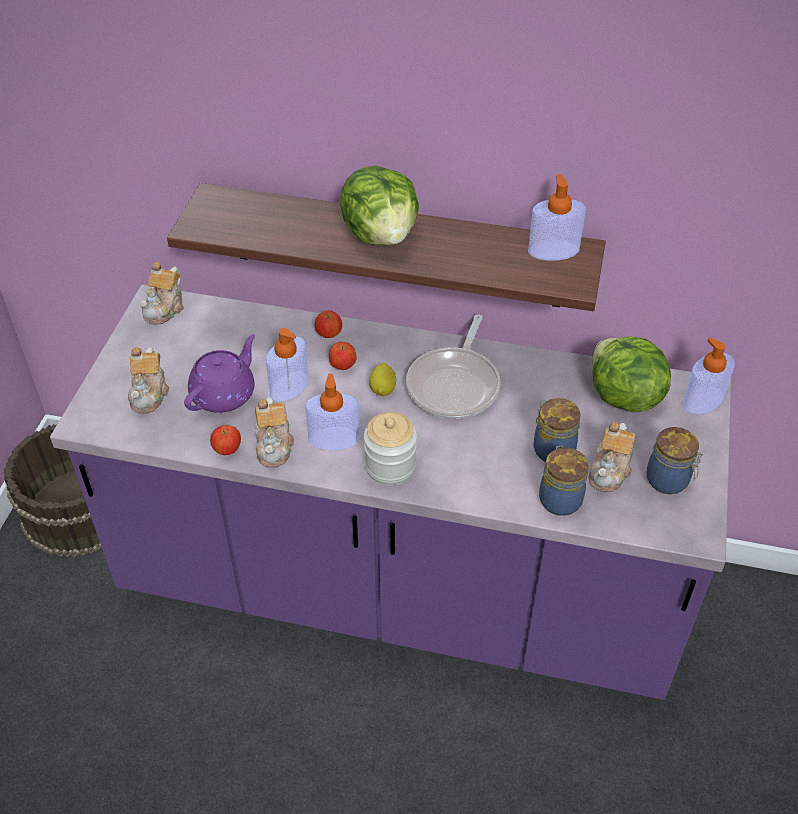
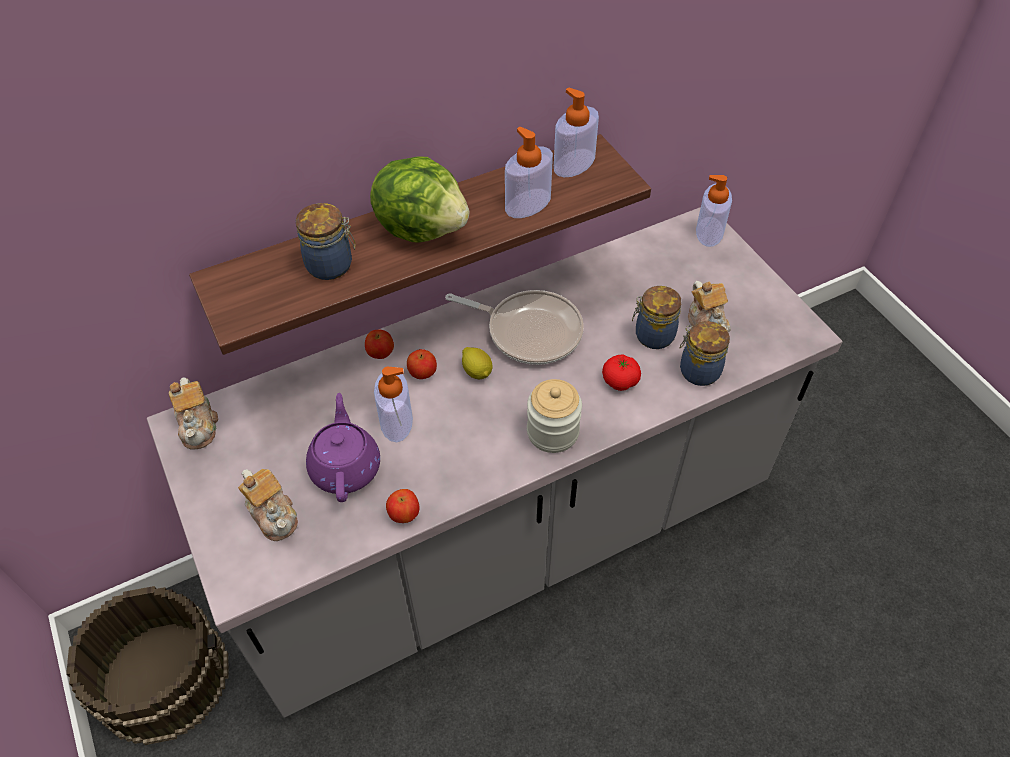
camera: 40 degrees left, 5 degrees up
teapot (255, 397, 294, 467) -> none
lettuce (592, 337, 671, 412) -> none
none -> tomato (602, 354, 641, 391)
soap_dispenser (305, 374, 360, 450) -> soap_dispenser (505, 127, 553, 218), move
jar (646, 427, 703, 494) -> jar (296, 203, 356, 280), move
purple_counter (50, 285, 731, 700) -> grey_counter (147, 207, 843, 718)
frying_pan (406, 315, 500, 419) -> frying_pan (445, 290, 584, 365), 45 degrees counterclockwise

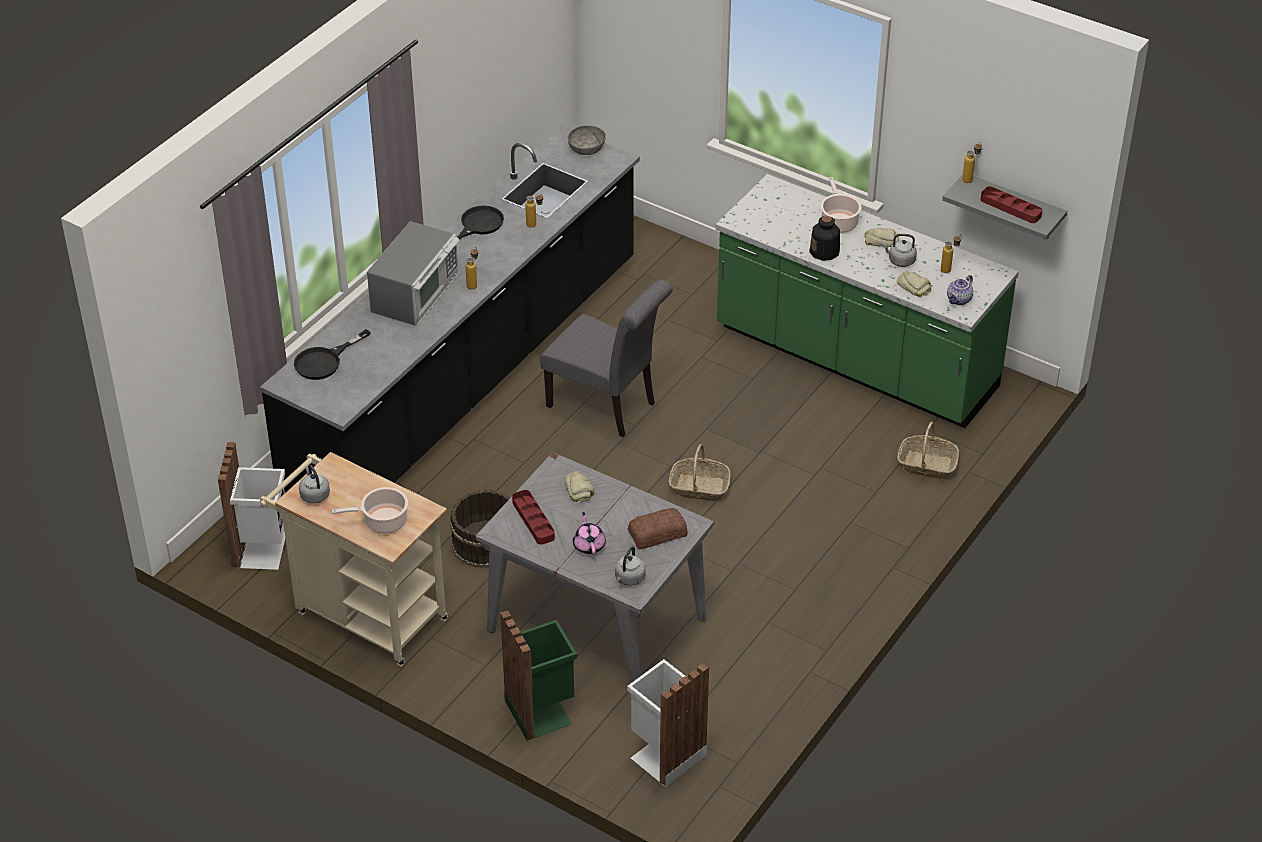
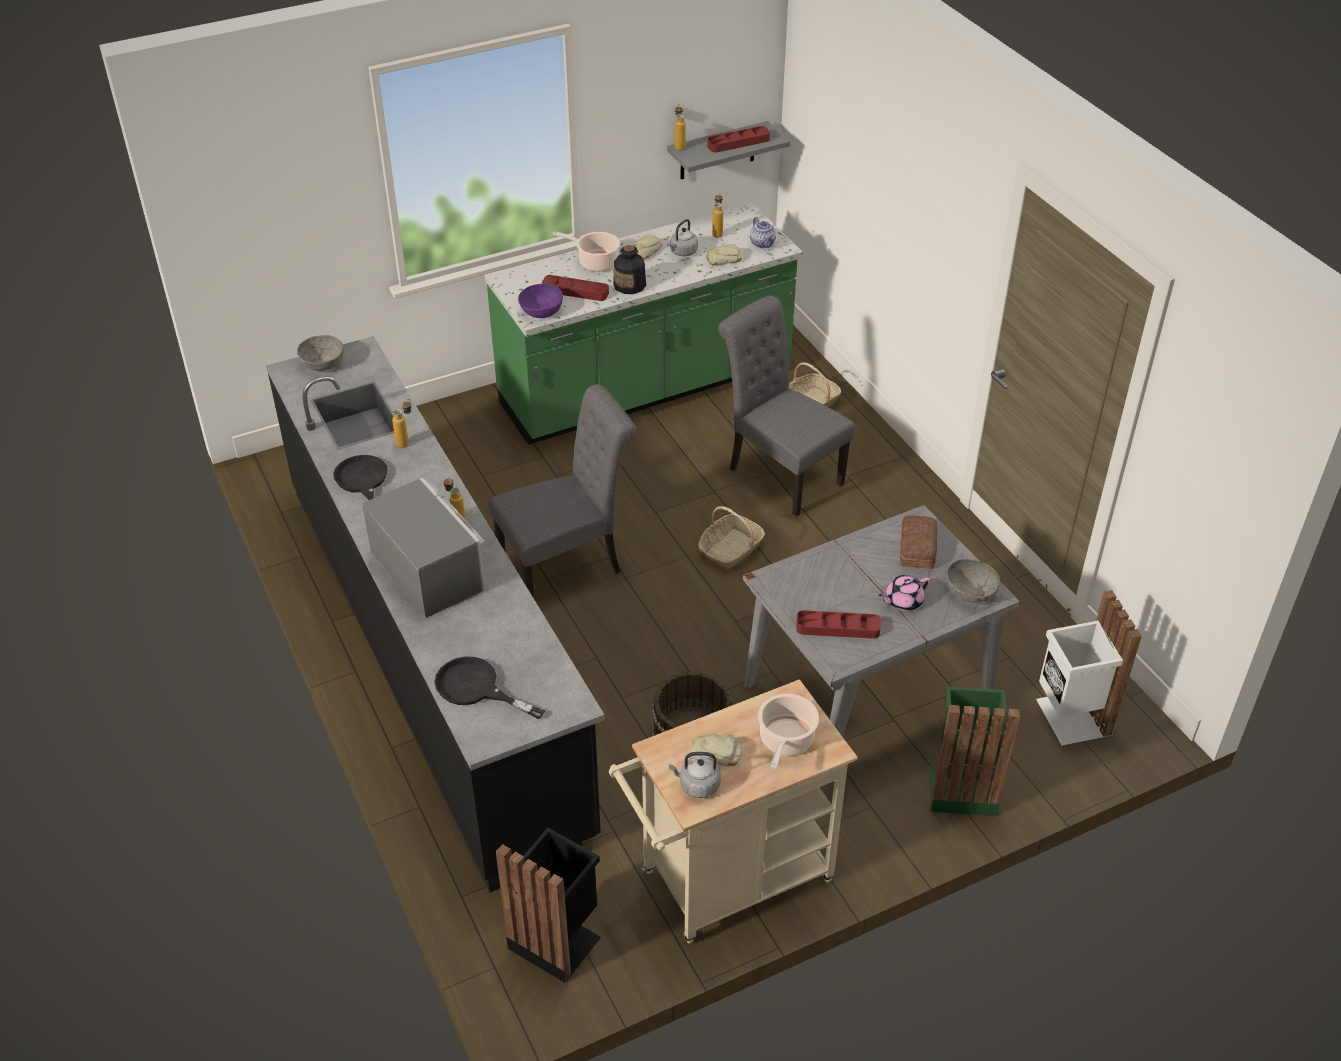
camera: 60 degrees left, 0 degrees up
none -> purple_bowl (518, 284, 563, 318)
none -> red_tray (542, 275, 609, 301)
none -> grey_chair (718, 295, 855, 517)
bread (564, 471, 594, 502) -> bread (691, 734, 743, 766), move
grey_kettle (615, 546, 646, 586) -> grey_bowl (947, 559, 1000, 603)
white_trash_can (218, 442, 285, 570) -> black_trash_can (496, 828, 601, 983)
black_frying_pan (294, 329, 371, 380) -> black_frying_pan (434, 657, 545, 719), 135 degrees clockwise
pink_teapot (573, 512, 606, 555) -> pink_teapot (879, 575, 930, 611), 45 degrees counterclockwise

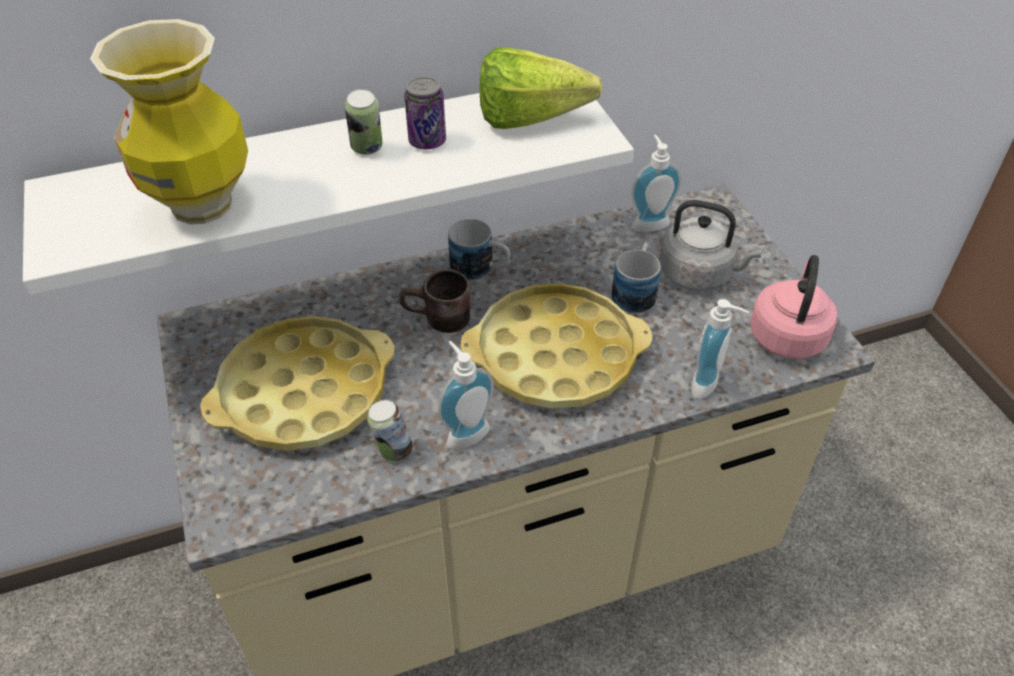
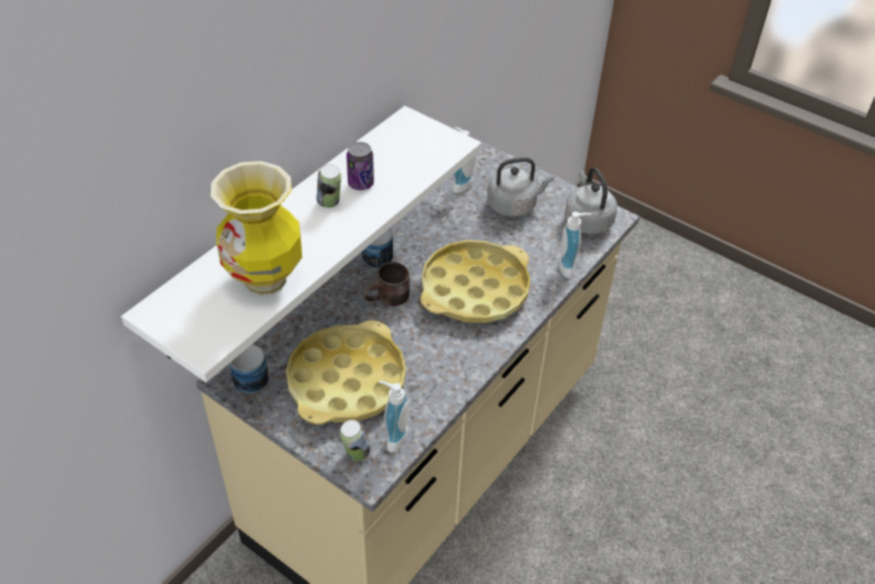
camera: 35 degrees left, 0 degrees up
lettuce (480, 47, 602, 129) -> none
can (367, 400, 413, 462) -> can (340, 420, 370, 461), move
soap_dispenser (438, 341, 494, 450) -> soap_dispenser (379, 381, 409, 452), move
mug (612, 243, 661, 313) -> mug (230, 345, 269, 394), move
pink_kettle (750, 255, 837, 359) -> grey_kettle (564, 167, 617, 234)

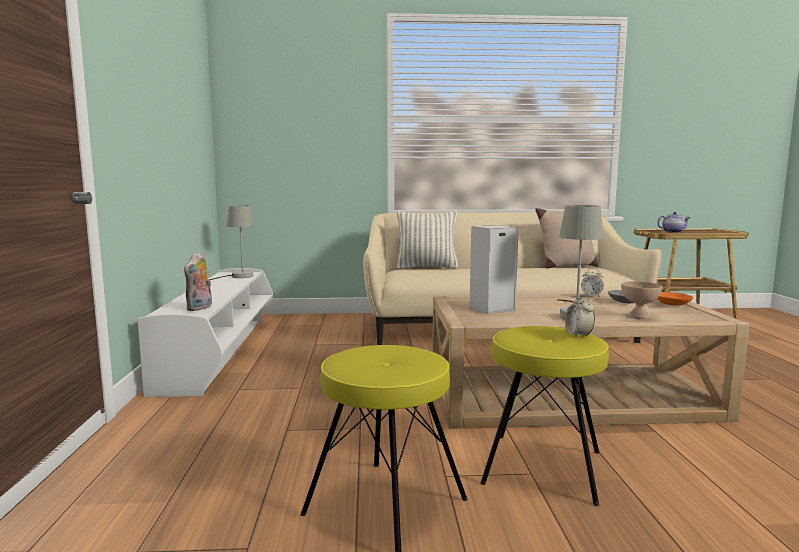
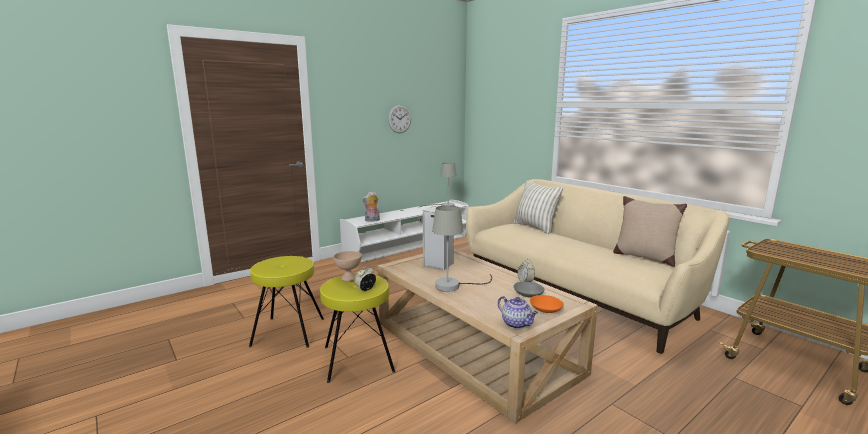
camera: 55 degrees right, 5 degrees up
none -> wall_clock (388, 105, 411, 133)
beige_bowl (621, 281, 662, 319) -> beige_bowl (333, 251, 362, 281), move
teapot (657, 212, 690, 233) -> teapot (498, 296, 538, 329), move

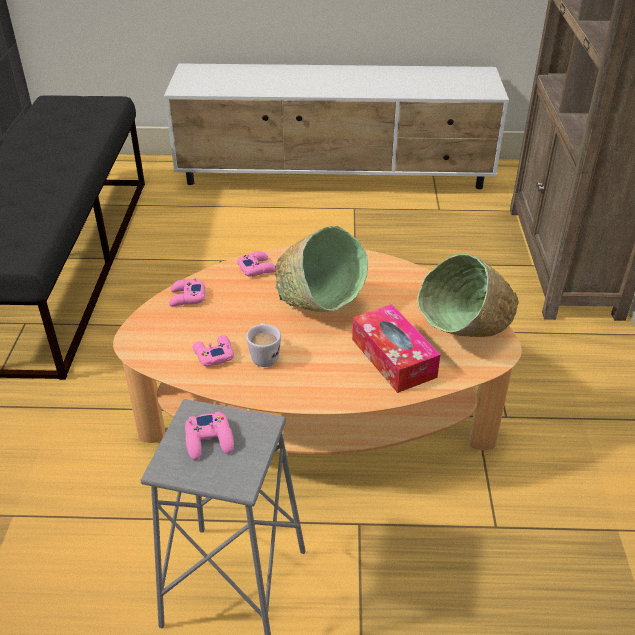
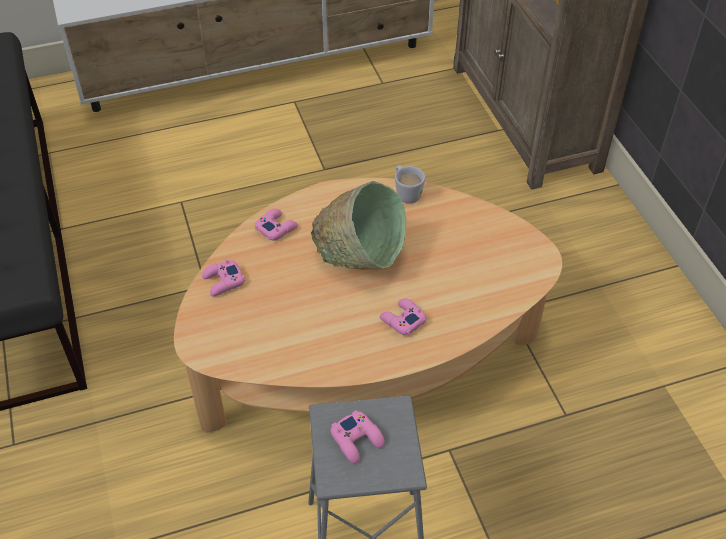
camera: 20 degrees left, 10 degrees up
tissue_box (352, 304, 440, 393) -> none
green_bowl (417, 253, 519, 337) -> none
pink_game_controller (193, 335, 234, 367) -> pink_game_controller (380, 298, 426, 335), move
white_mug (246, 323, 281, 367) -> white_mug (395, 165, 425, 204), move

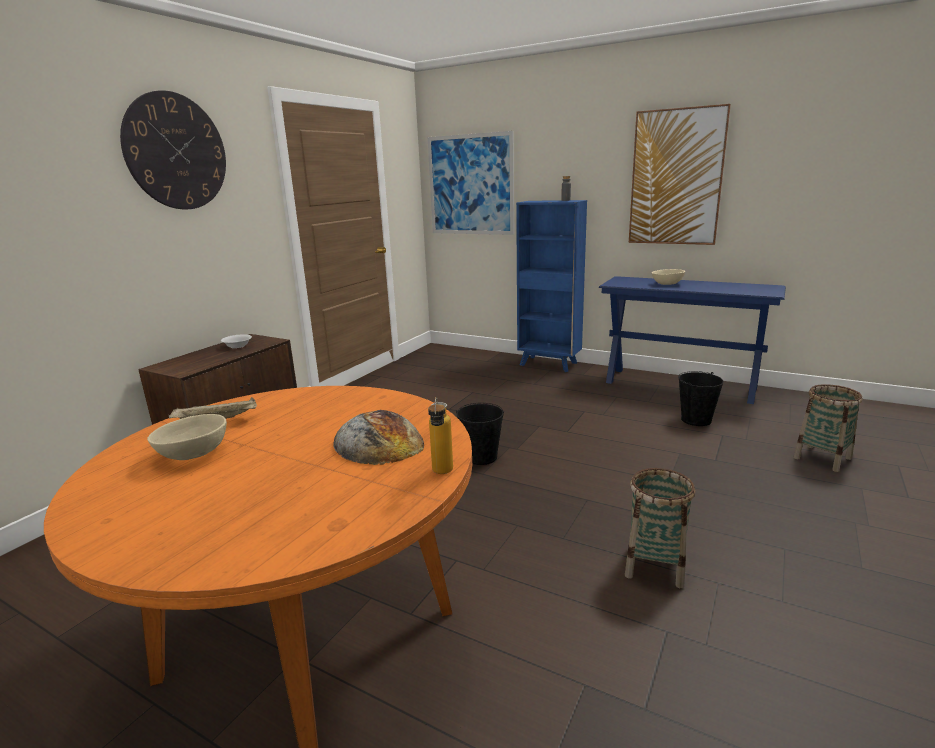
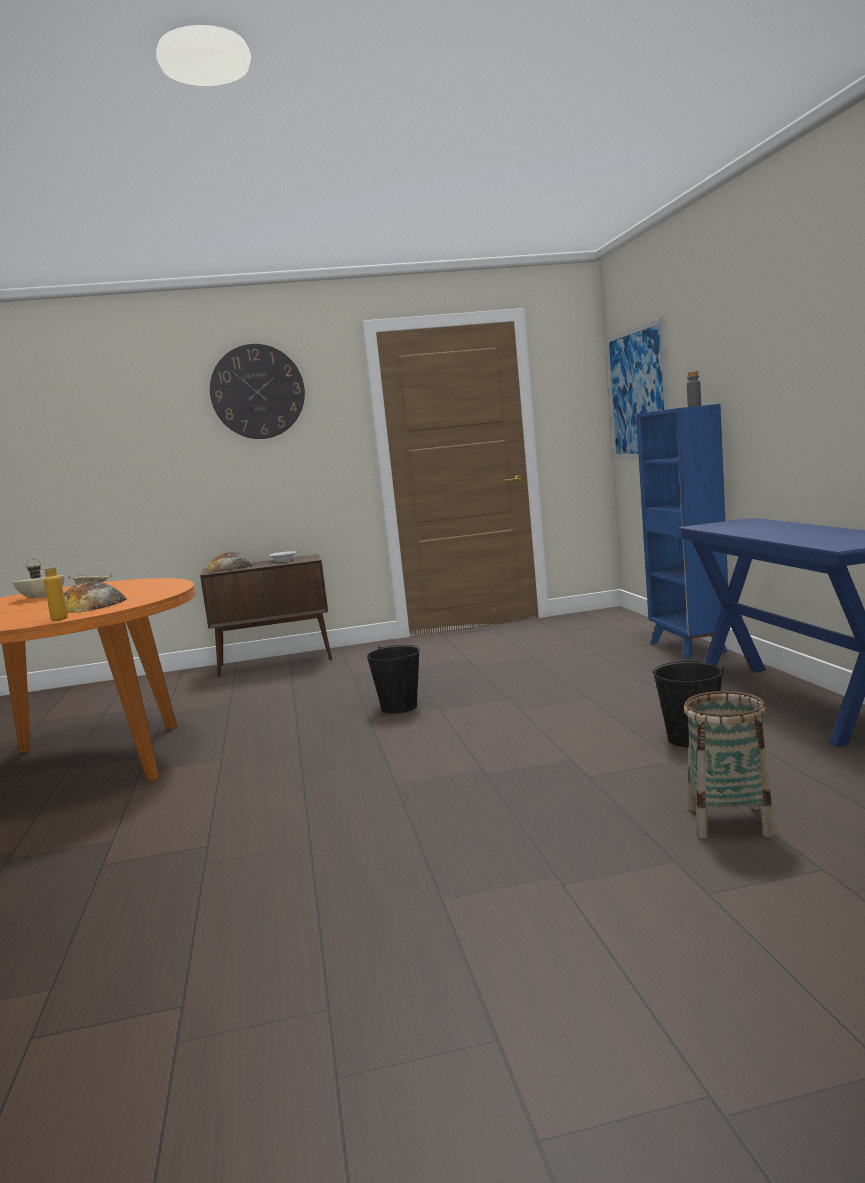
camera: 50 degrees right, 10 degrees down
basket (625, 468, 695, 588) -> none
picture (629, 104, 731, 245) -> none
beige_bowl (652, 269, 685, 285) -> none
none -> bread (206, 552, 256, 572)

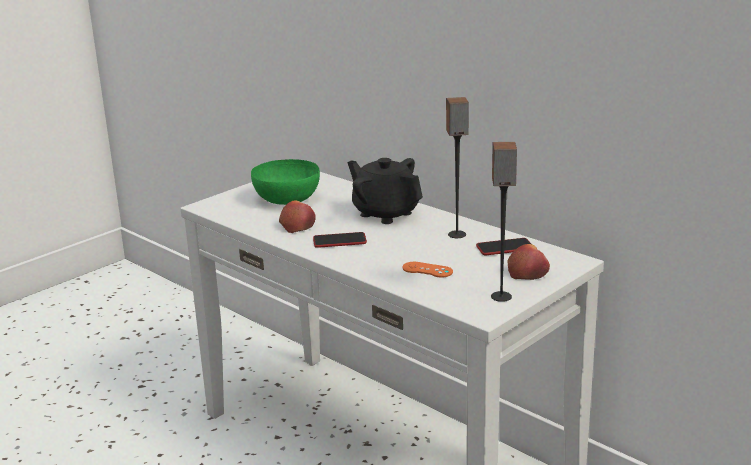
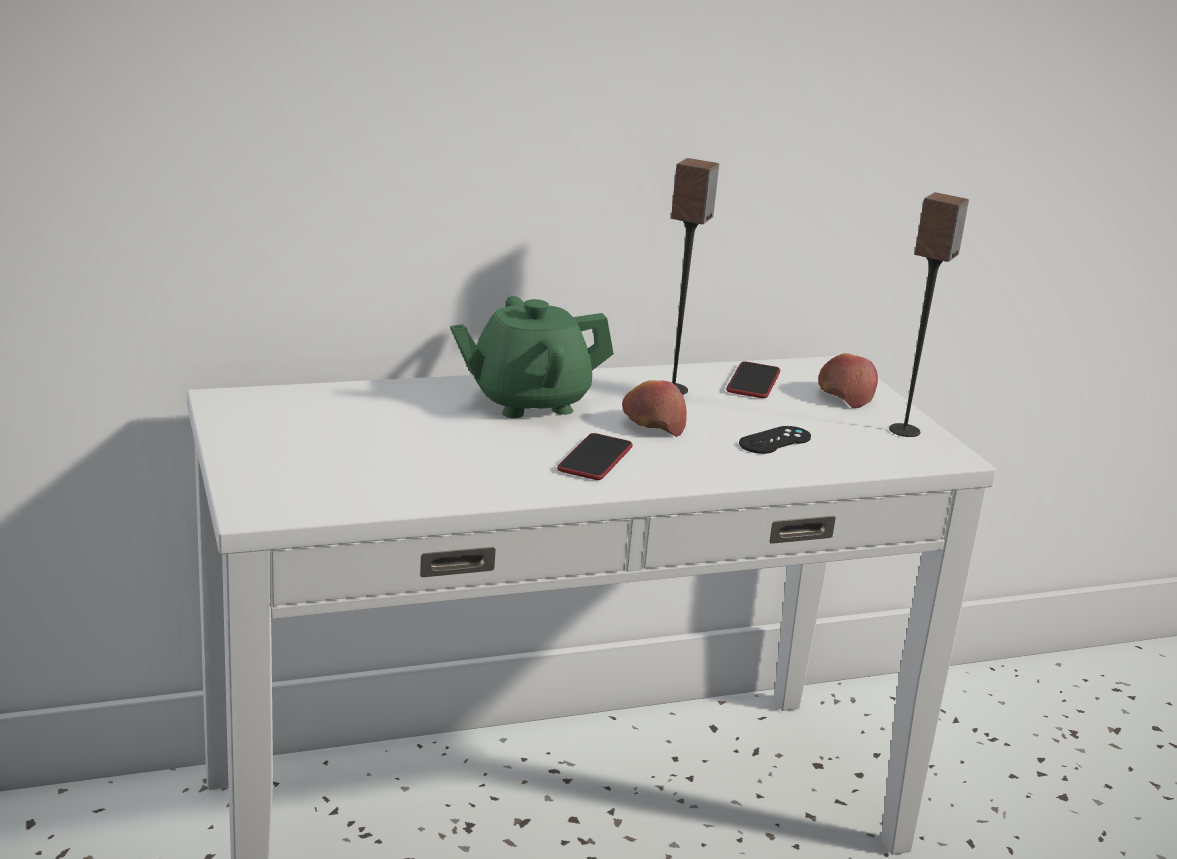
camera: 65 degrees left, 0 degrees up
green_bowl (251, 159, 320, 205) -> none
apple (279, 200, 316, 233) -> apple (622, 380, 687, 437), move
black_teapot (348, 158, 423, 224) -> green_teapot (450, 296, 614, 418)
orange_game_controller (402, 262, 453, 277) -> black_game_controller (739, 426, 811, 454)

